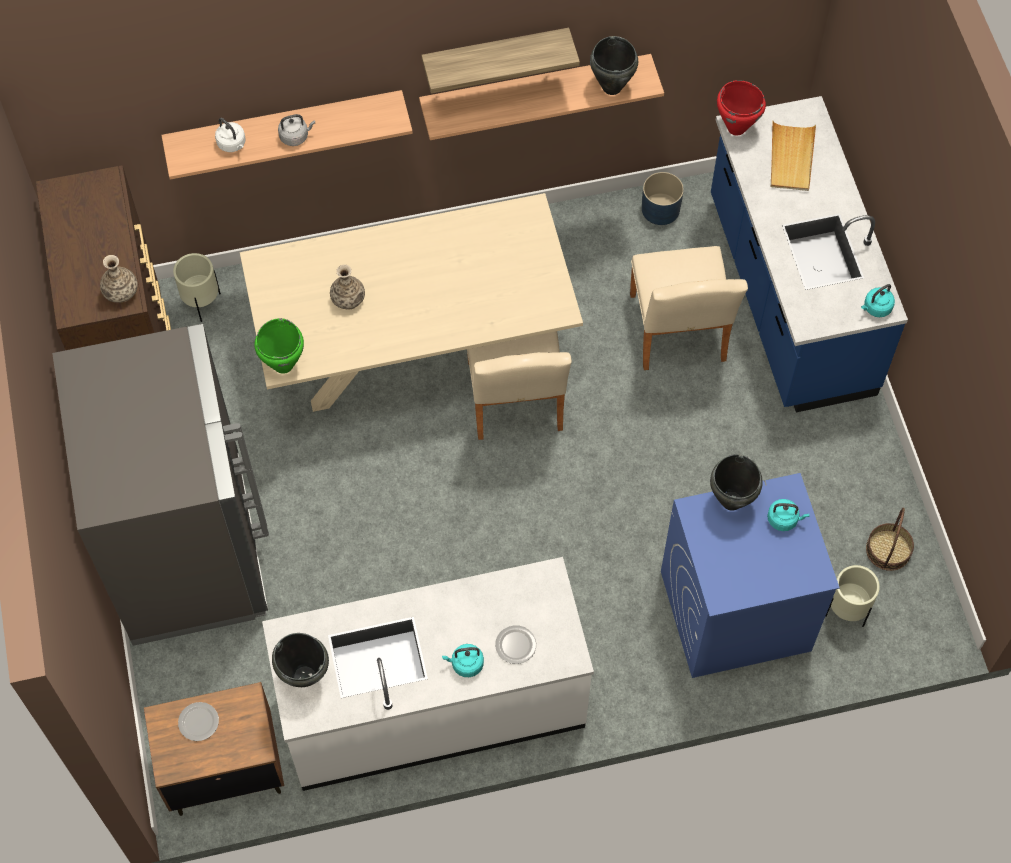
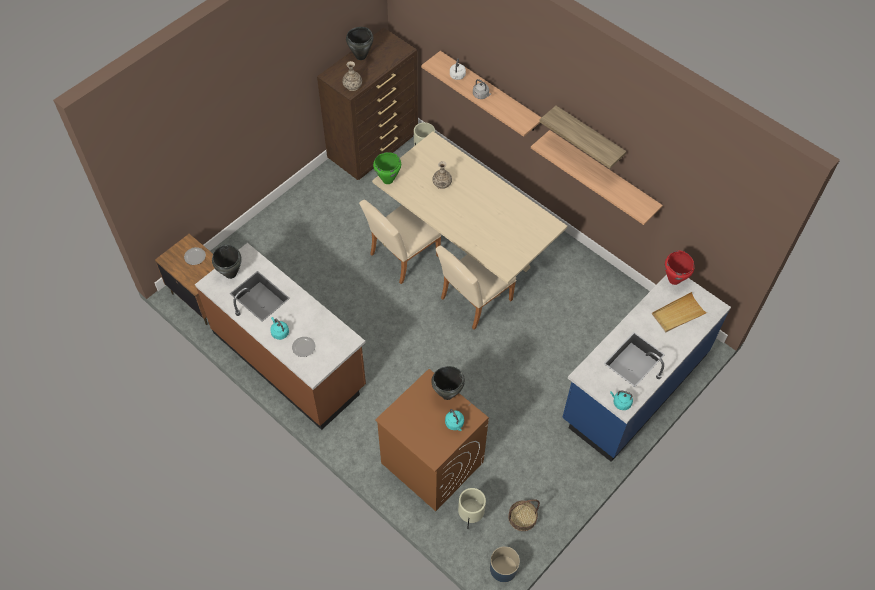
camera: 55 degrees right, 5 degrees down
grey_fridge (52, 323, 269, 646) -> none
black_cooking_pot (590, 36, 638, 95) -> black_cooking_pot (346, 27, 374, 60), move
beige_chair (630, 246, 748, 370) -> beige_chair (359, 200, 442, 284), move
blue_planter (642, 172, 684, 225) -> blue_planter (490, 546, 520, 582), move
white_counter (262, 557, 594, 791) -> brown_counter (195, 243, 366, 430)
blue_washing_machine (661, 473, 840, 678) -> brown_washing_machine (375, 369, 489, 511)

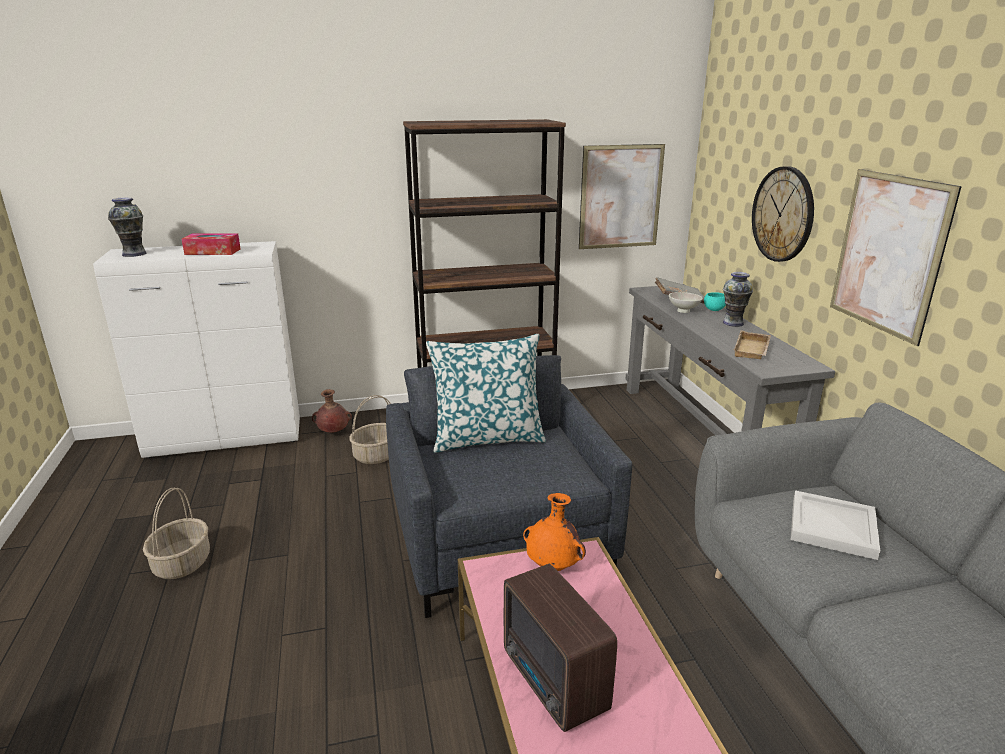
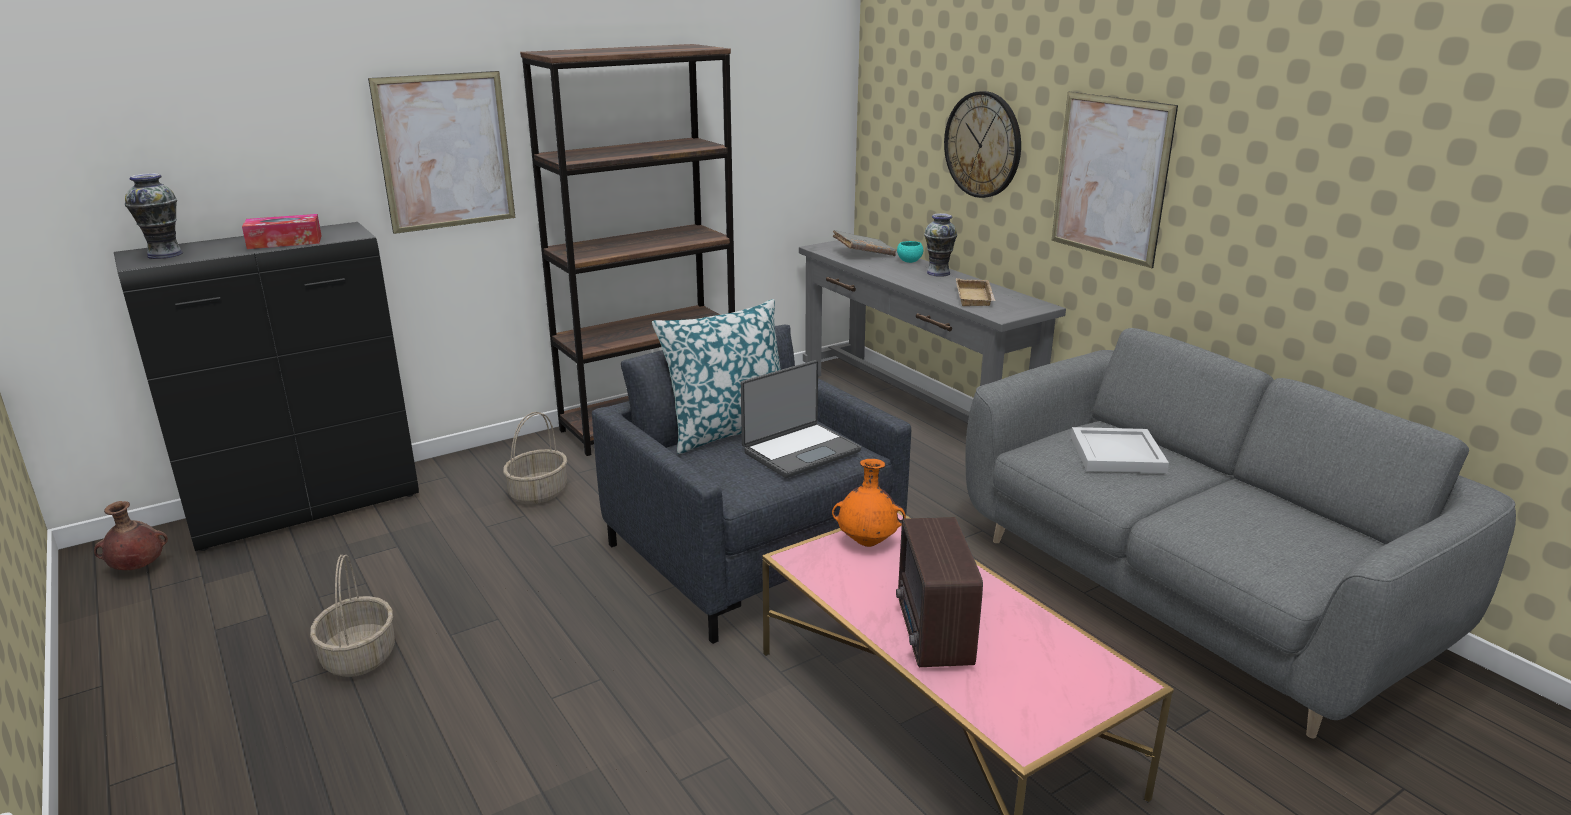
camera: 20 degrees left, 0 degrees up
white_bowl (669, 292, 703, 313) -> none
none -> laptop (741, 360, 861, 478)
brown_vase (312, 389, 352, 433) -> brown_vase (94, 501, 168, 570), move
picture (579, 144, 665, 249) -> picture (368, 71, 515, 234), move
white_cabinet (93, 241, 300, 458) -> black_cabinet (114, 222, 419, 551)
radio (504, 564, 617, 732) -> radio (896, 517, 983, 667), 45 degrees clockwise

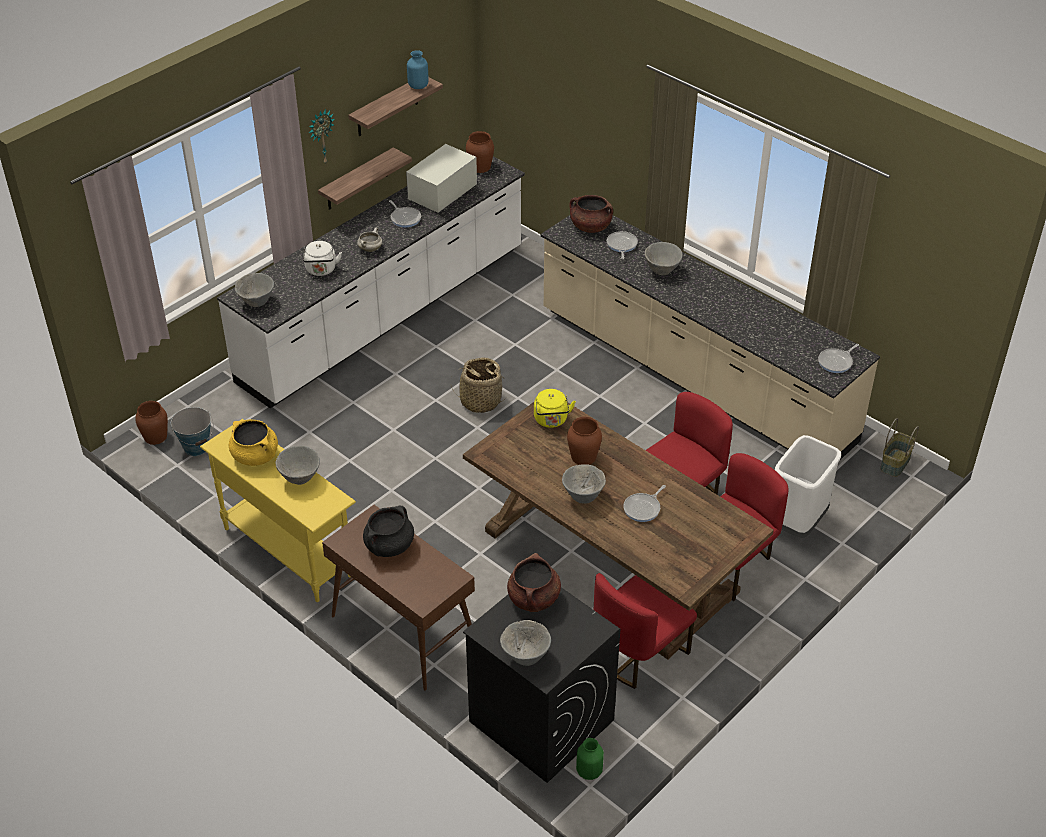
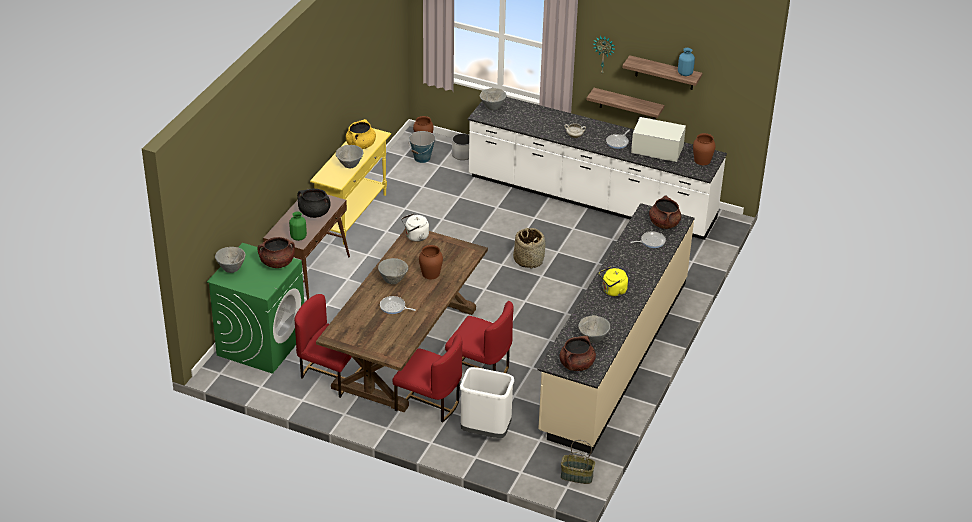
camera: 70 degrees right, 5 degrees down
none -> white_planter (452, 134, 469, 160)
white_kettle (303, 241, 342, 276) -> white_kettle (401, 213, 429, 242), move
yellow_kettle (534, 389, 576, 428) -> yellow_kettle (599, 267, 628, 297), move
green_vase (576, 738, 604, 780) -> green_vase (289, 211, 307, 241), move
grey_bowl (645, 242, 683, 276) -> grey_bowl (578, 315, 610, 343), move
frying_pan (818, 344, 859, 373) -> brown_cooking_pot (560, 336, 596, 371)
black_washing_machine (463, 587, 620, 783) -> green_washing_machine (207, 243, 304, 374)

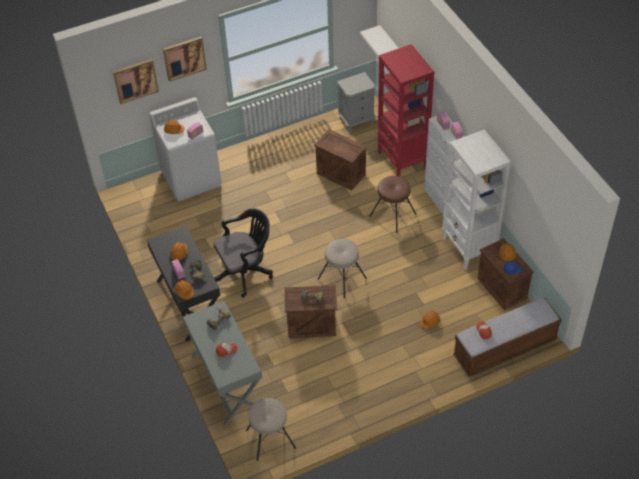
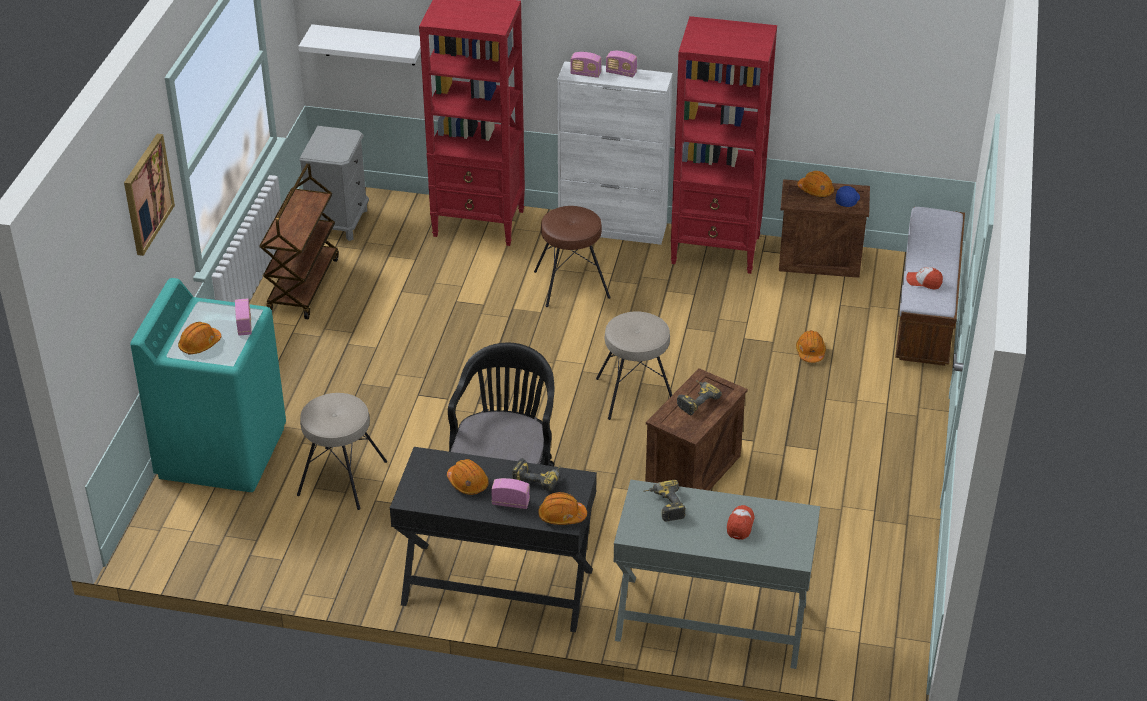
camera: 55 degrees left, 10 degrees down
picture (113, 59, 159, 104) -> none
crate (314, 129, 367, 191) -> none
none -> brown_cart (259, 163, 339, 319)
beige_stool (246, 398, 296, 461) -> beige_stool (297, 393, 387, 510), move
white_washing_machine (149, 97, 222, 201) -> turquoise_washing_machine (130, 278, 286, 492)
white_bookcase (442, 130, 511, 270) -> red_bookcase (671, 16, 777, 274)

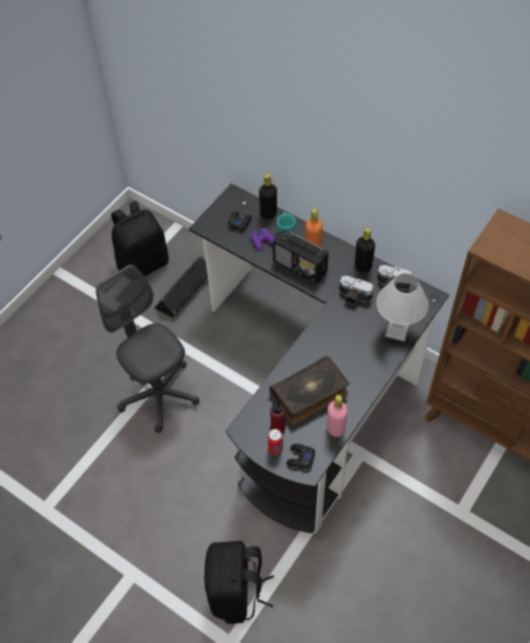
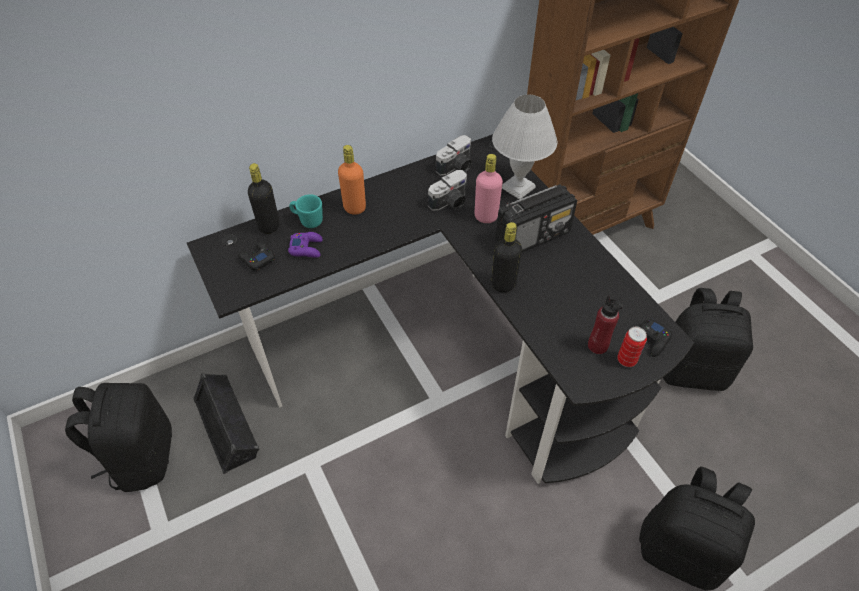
camera: 65 degrees left, 5 degrees down
grey_office_chair (96, 264, 200, 433) -> none
book (269, 356, 349, 425) -> none
none -> black_backpack (663, 288, 753, 391)
radio (273, 229, 329, 284) -> radio (495, 184, 577, 252), move
pink_bottle (327, 395, 348, 437) -> pink_bottle (475, 154, 503, 223), move
black_bottle (355, 228, 375, 272) -> black_bottle (491, 222, 522, 292), move

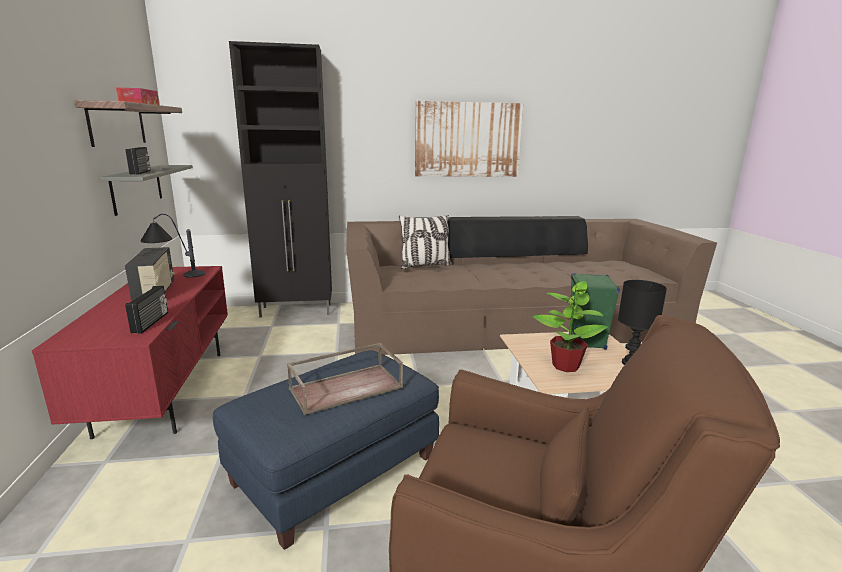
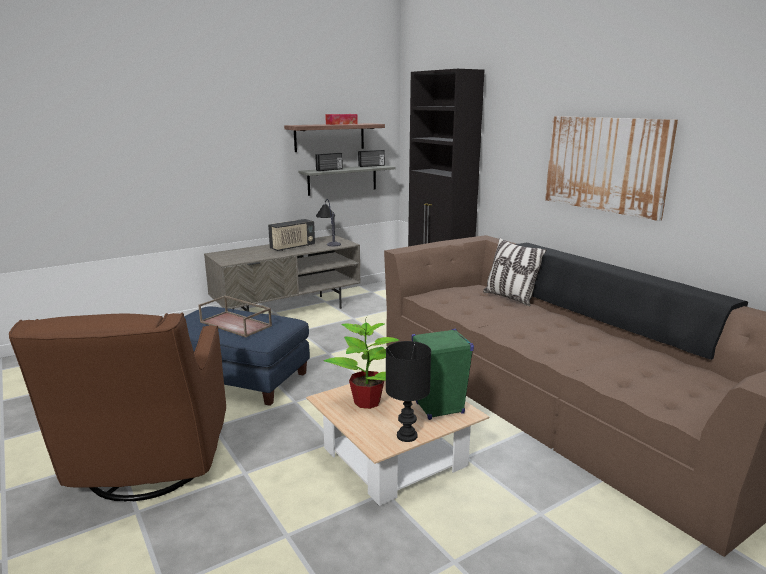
camera: 65 degrees right, 0 degrees up
radio (125, 286, 168, 334) -> radio (358, 150, 385, 167), move
red_tv_stand (32, 266, 228, 439) -> grey_tv_stand (204, 235, 361, 312)

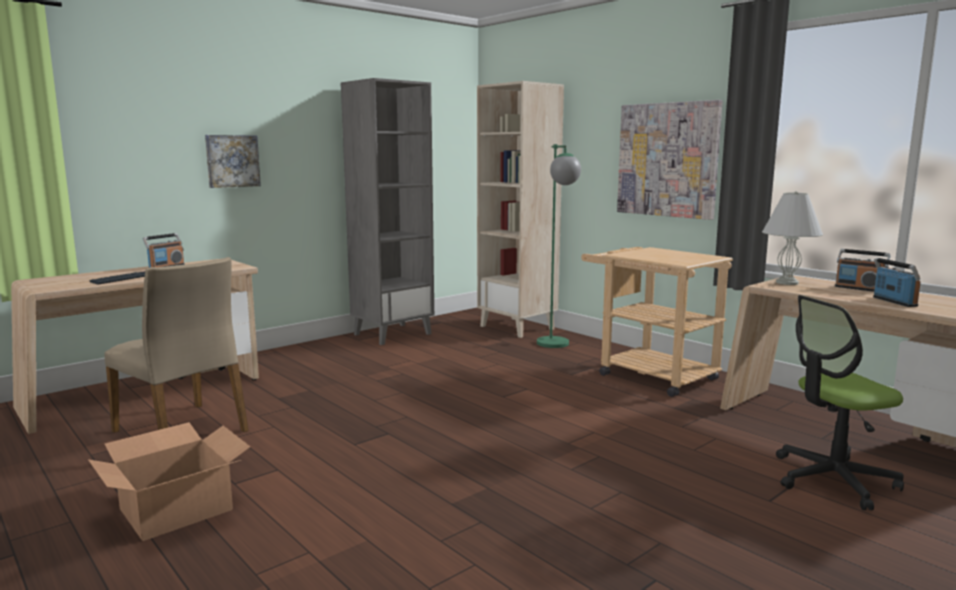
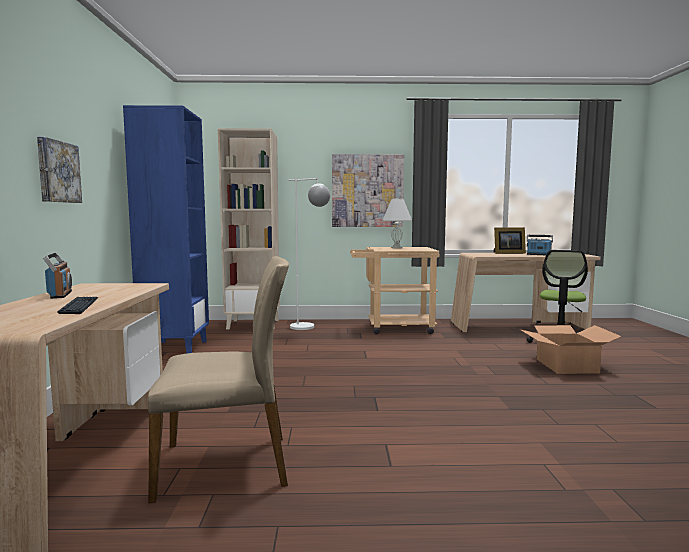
camera: 50 degrees left, 5 degrees down
cardboard_box (88, 422, 250, 541) -> cardboard_box (521, 325, 622, 374), move
white_table_lamp (762, 191, 823, 285) -> white_table_lamp (382, 198, 413, 248), move
radio (835, 249, 890, 292) -> picture_frame (494, 227, 526, 254)
grey_bookcase (341, 78, 434, 345) -> blue_bookcase (123, 105, 209, 354)
green_floor_lamp (537, 144, 581, 348) -> white_floor_lamp (288, 178, 330, 330)

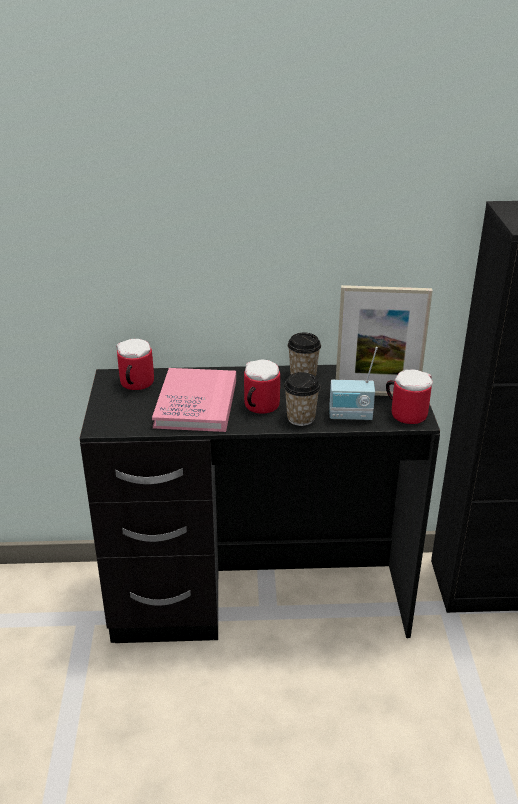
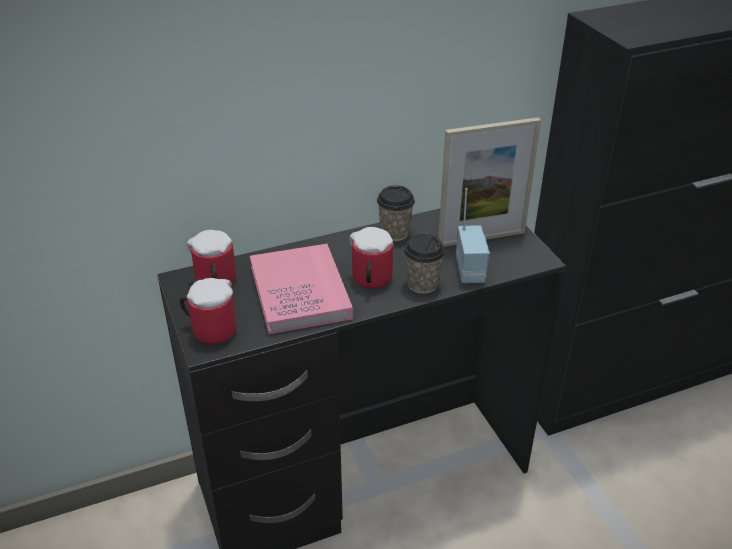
camera: 20 degrees left, 5 degrees up
mug (386, 369, 433, 424) -> mug (180, 278, 236, 345), move
radio (329, 347, 378, 420) -> radio (456, 188, 490, 283), 75 degrees counterclockwise

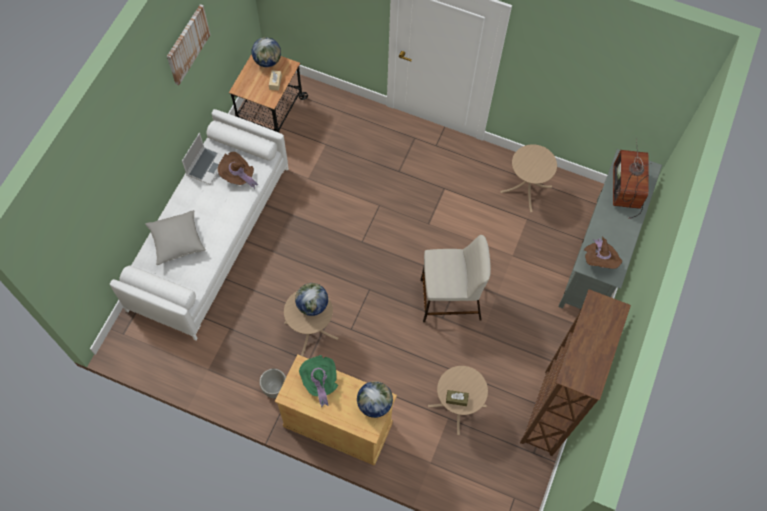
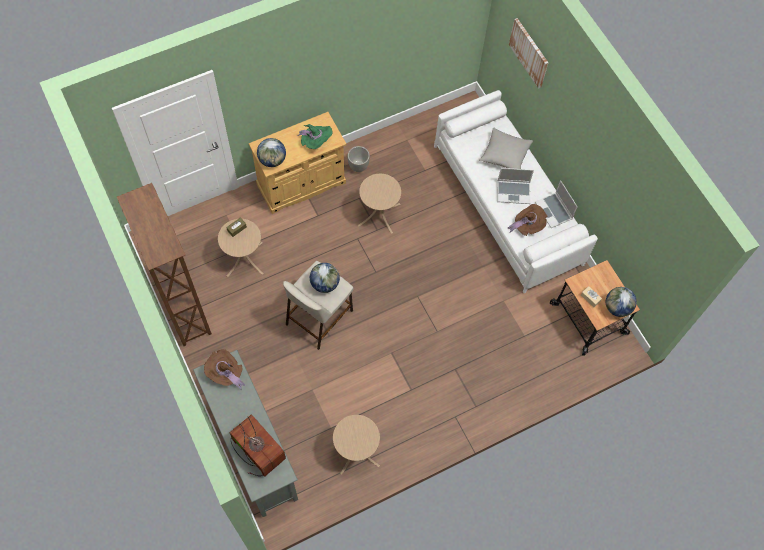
camera: 130 degrees right, 0 degrees up
none -> laptop (497, 168, 534, 204)
picture (167, 4, 210, 85) -> picture (509, 18, 549, 89), move
globe (295, 283, 328, 316) -> globe (310, 263, 340, 293), move

